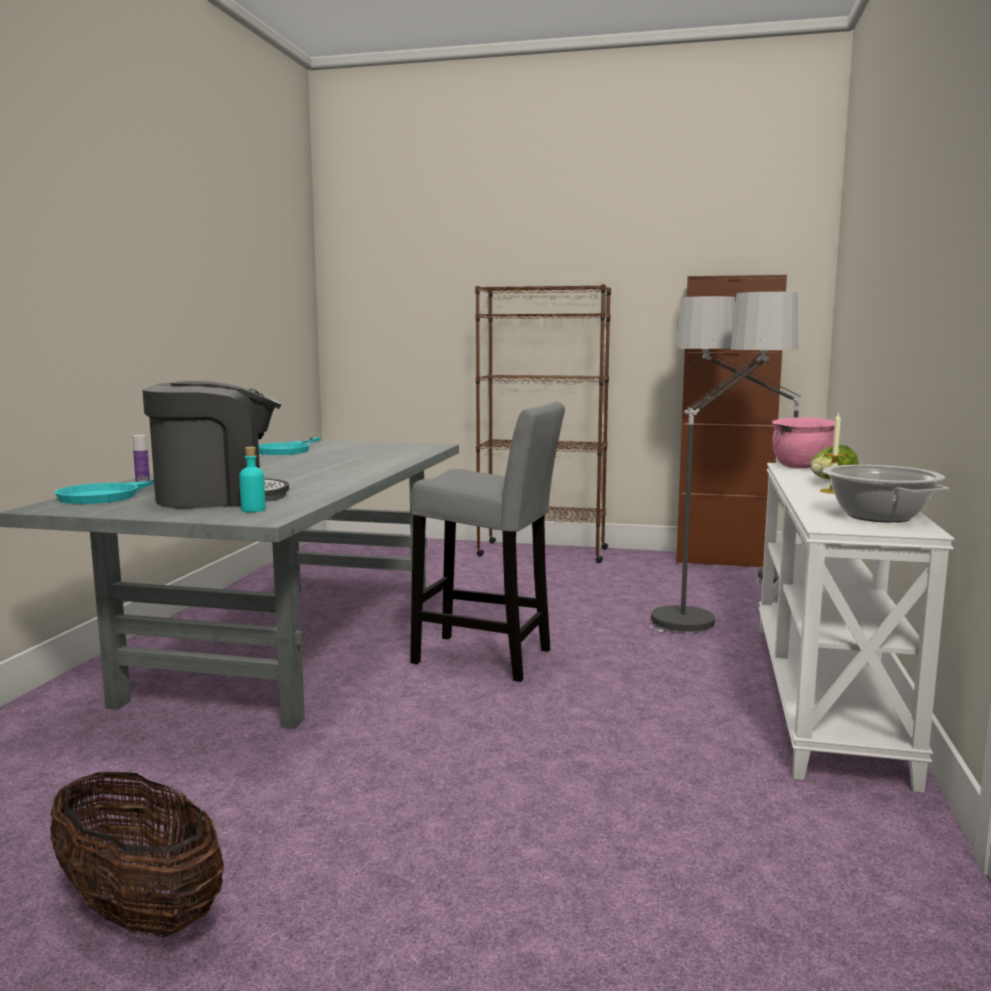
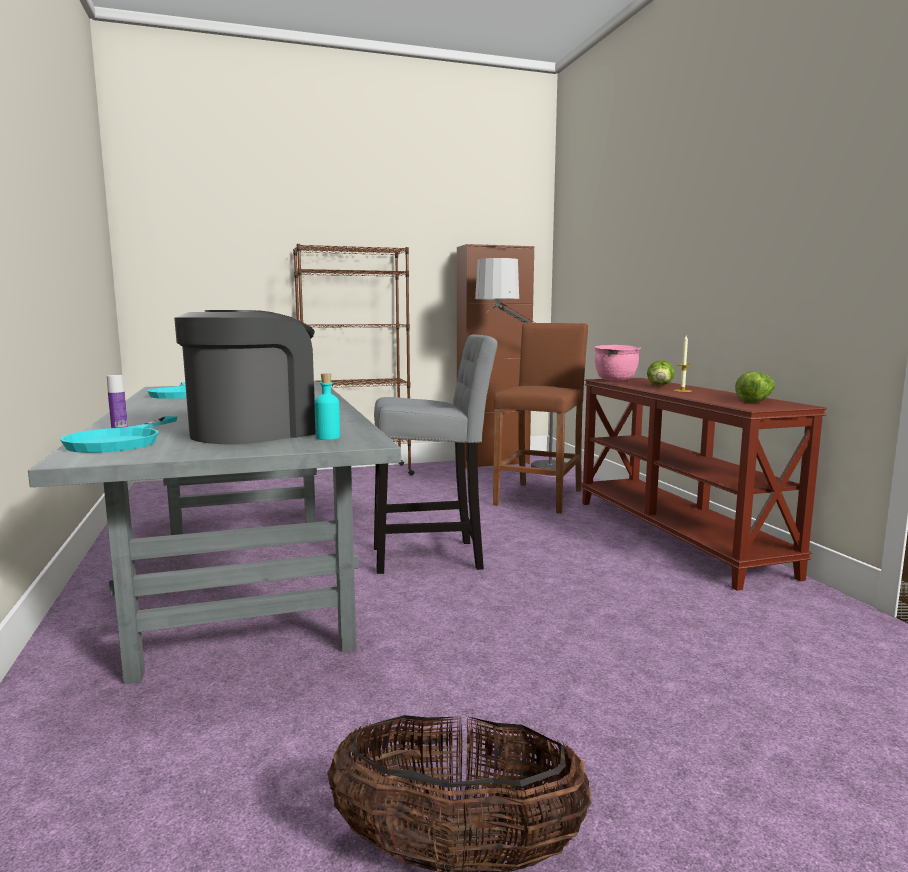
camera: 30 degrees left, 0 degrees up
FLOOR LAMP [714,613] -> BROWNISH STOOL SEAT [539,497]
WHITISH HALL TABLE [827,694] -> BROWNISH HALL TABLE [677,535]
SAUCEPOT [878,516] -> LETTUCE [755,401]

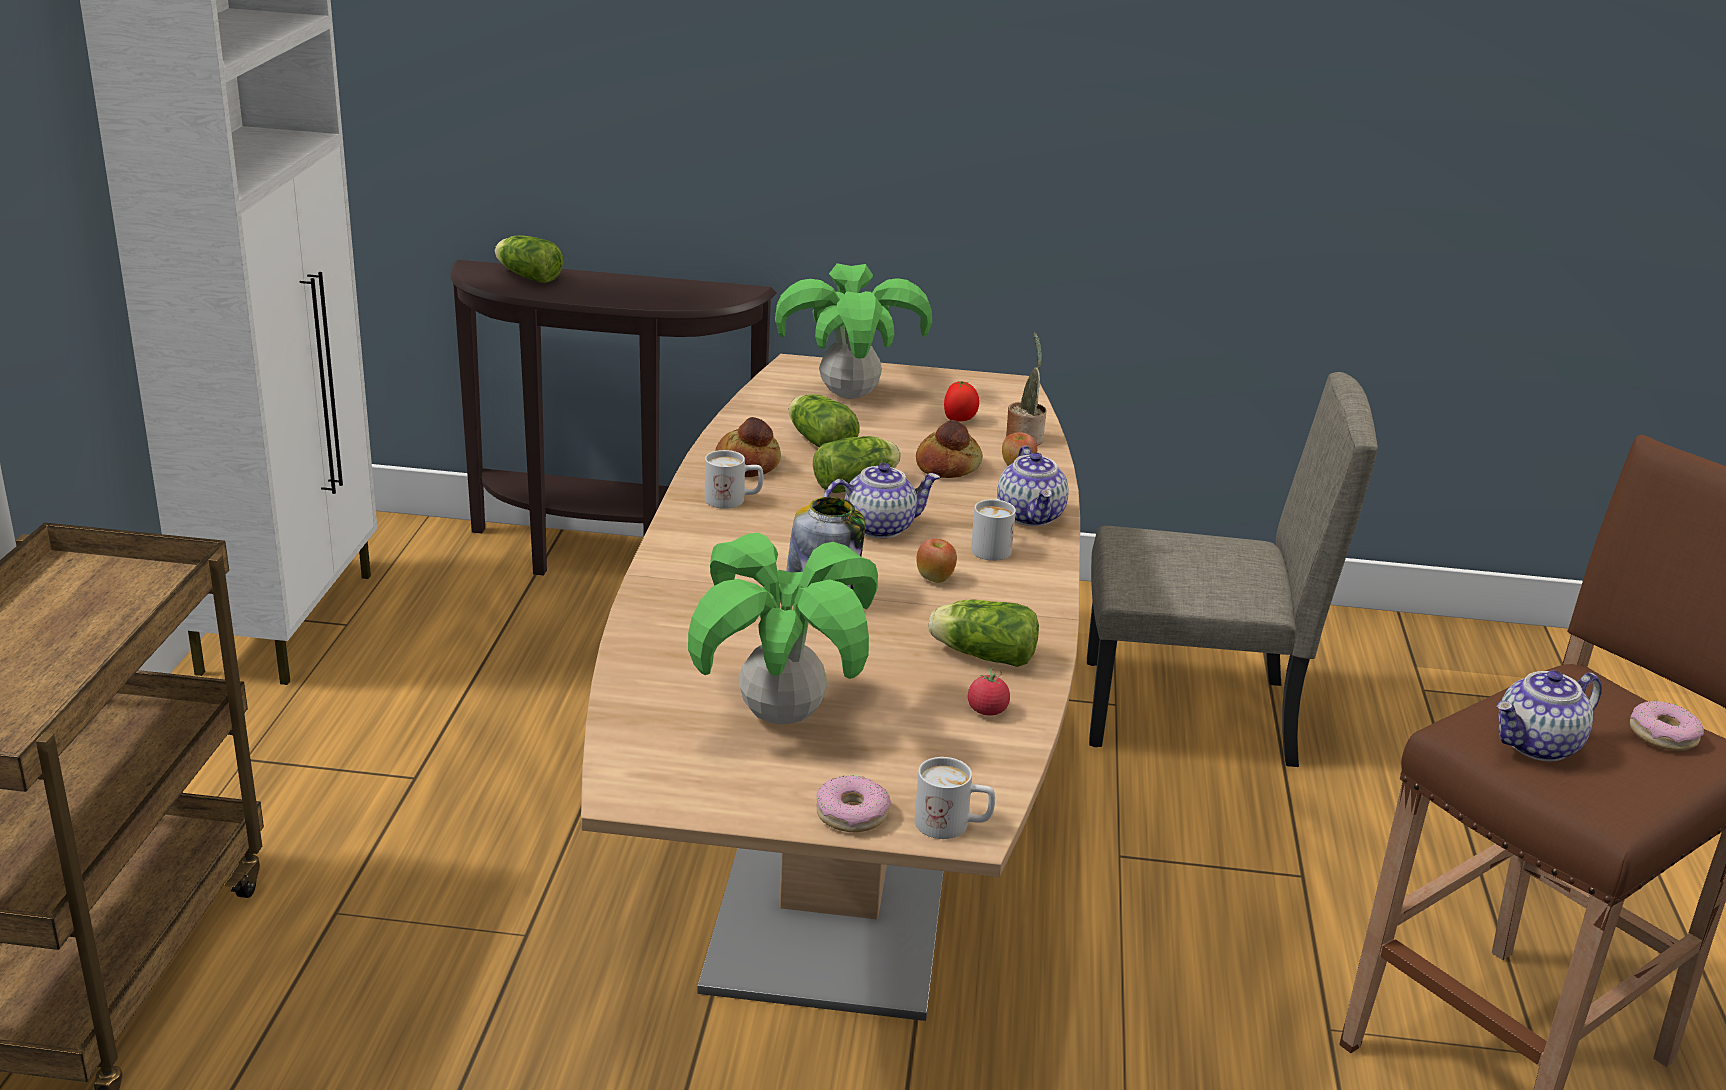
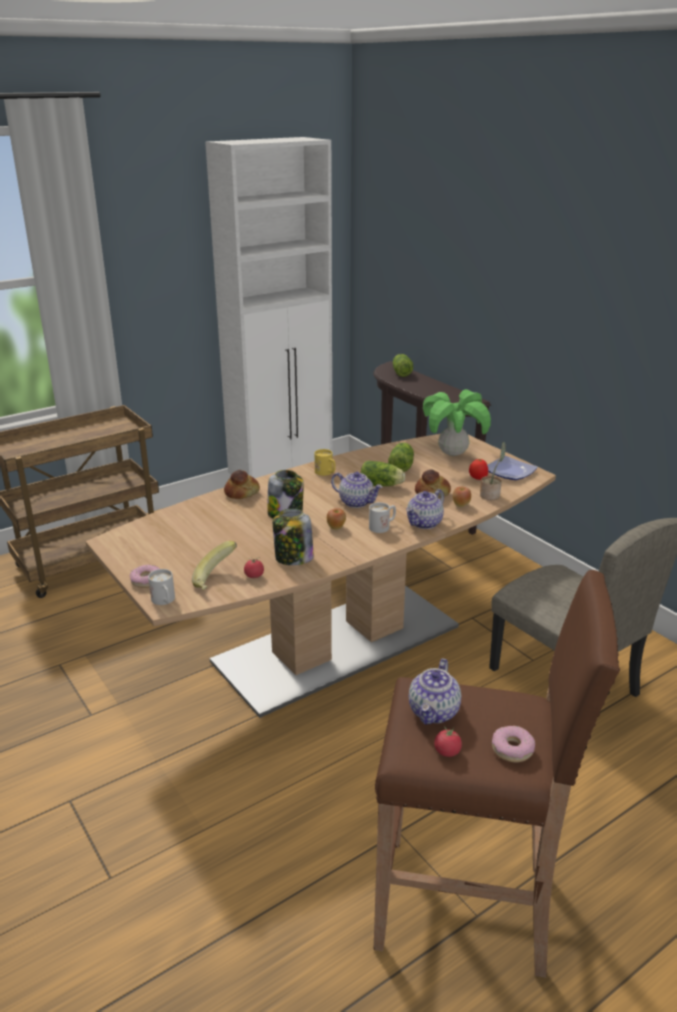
camera: 50 degrees right, 0 degrees up
none -> BANANA FRUIT [216,580]
BREAD [748,464] -> BREAD [242,493], shifted
LETTUCE [980,655] -> STORAGE JAR [293,558]
WHITISH TEA MUG [733,500] -> YELLOWISH TEA MUG [326,473]
TEA POT [1538,745] -> TEA POT [434,712], 90 degrees counterclockwise
none -> FRESH TOMATO [447,751]
none -> DINNER PLATE [511,471]
POTTED PLANT [780,715] -> none

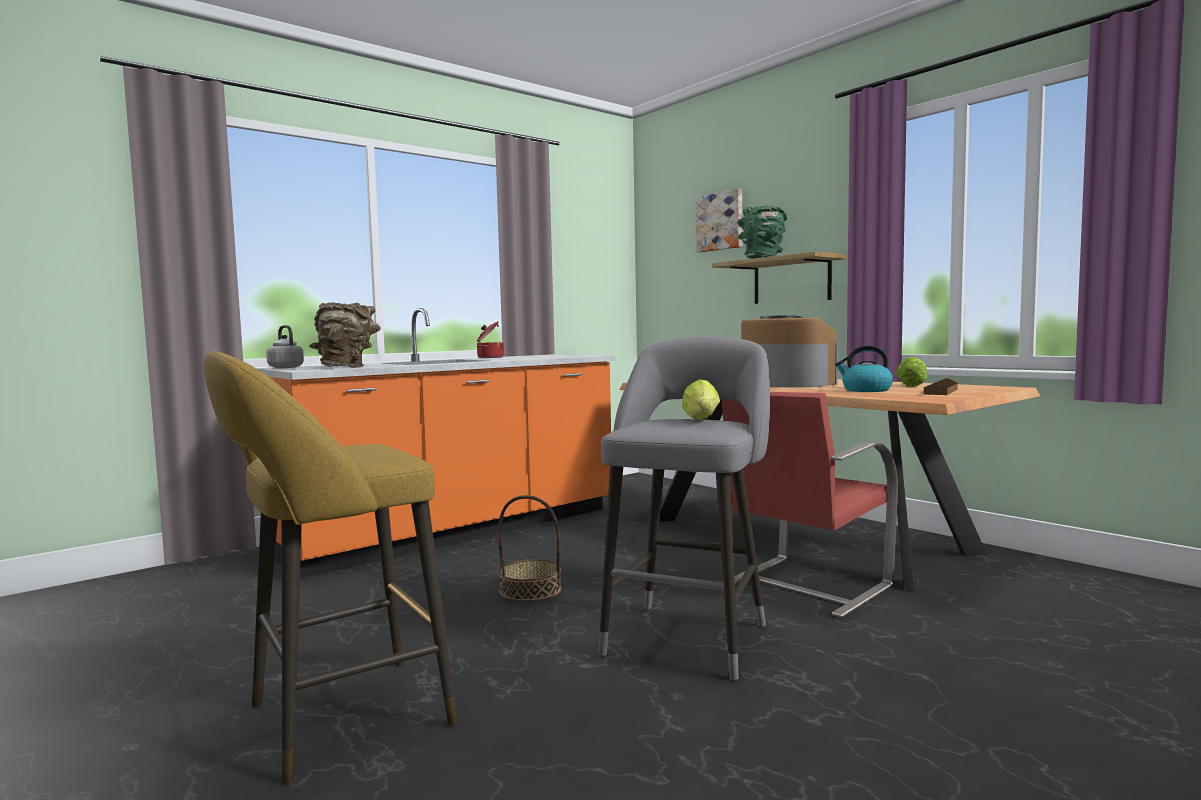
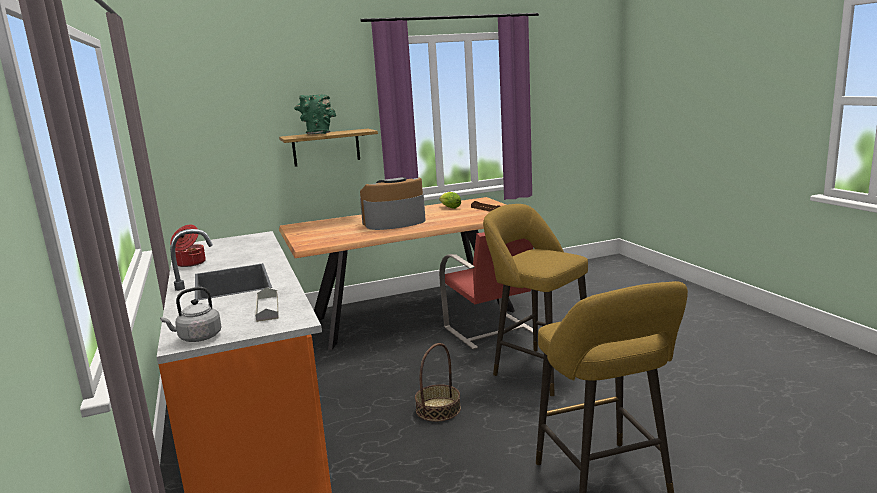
camera: 70 degrees left, 10 degrees up
BROWNISH DECORATIVE VASE [348,367] -> GREY TRAY [267,308]
GREY STOOL SEAT [689,634] -> YELLOWISH STOOL SEAT [538,369]
LETTUCE [702,420] -> none
PICTURE [720,222] -> none
TEA KETTLE [865,390] -> none

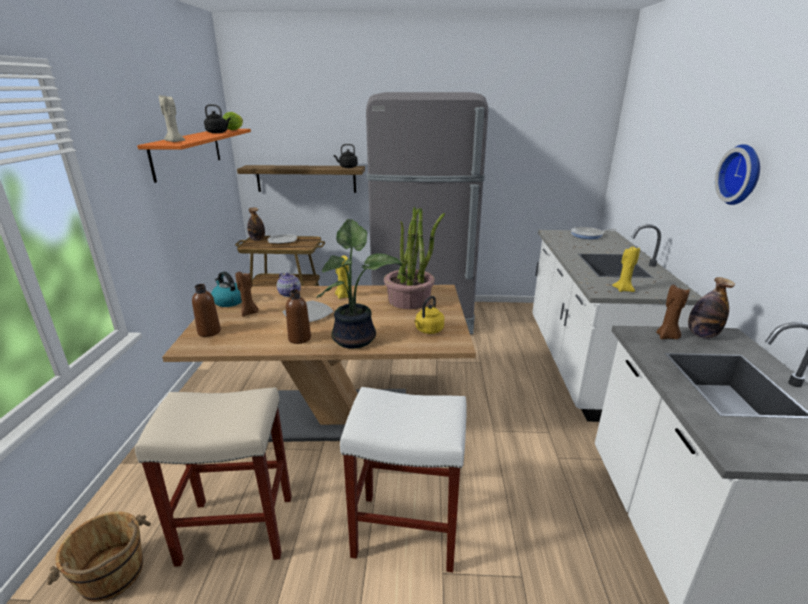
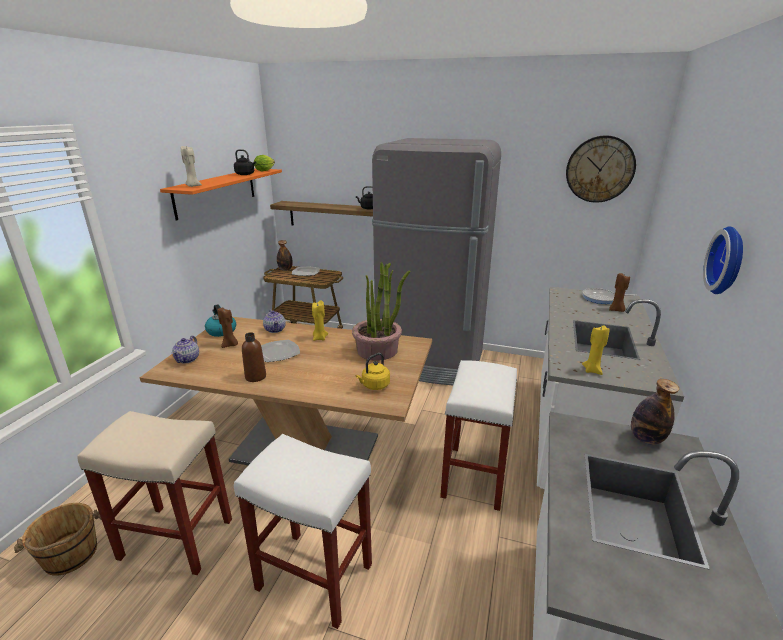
camera: 15 degrees right, 0 degrees up
BROWNISH BOTTLE [209,332] -> TEA POT [188,359]
none -> WHITISH STOOL SEAT [475,477]
none -> HANGING CLOCK [599,169]
BROWNISH WAX LIGHT [667,337] -> BROWNISH WAX LIGHT [616,310], shifted
POTTED PLANT [356,338] -> none

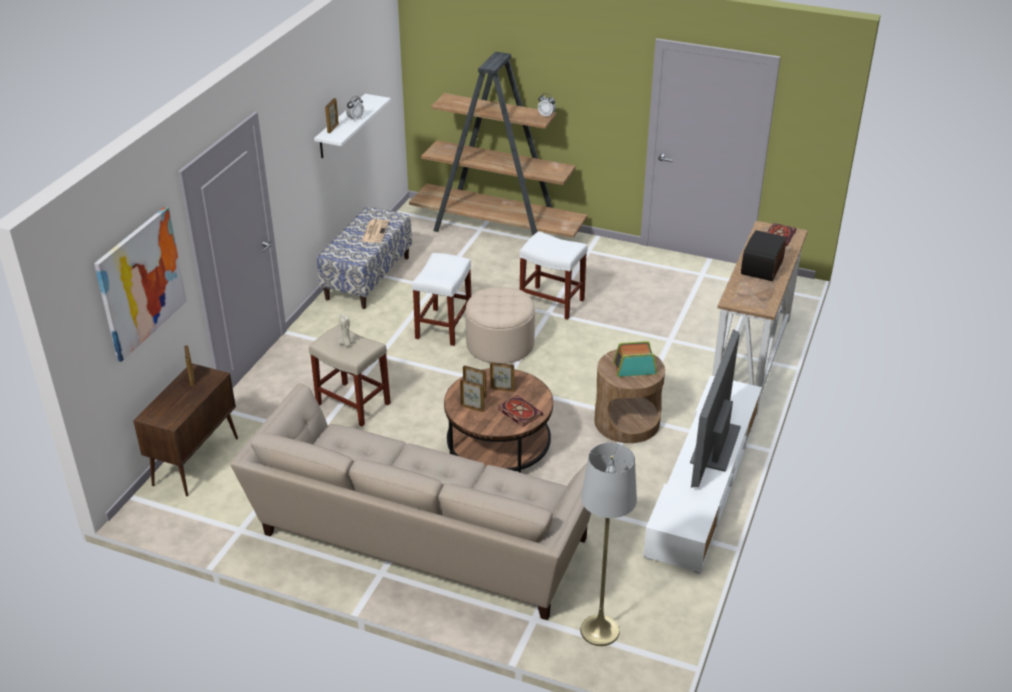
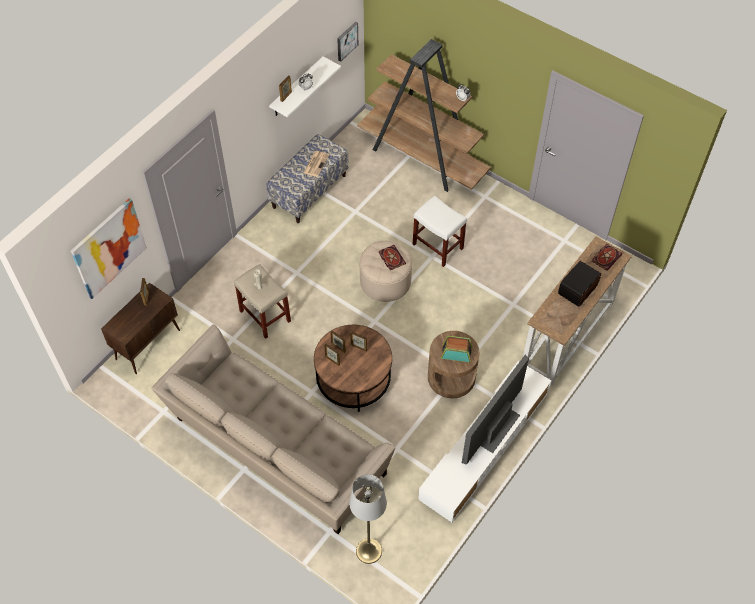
camera: 15 degrees right, 20 degrees up
none -> PICTURE [346,41]
BOUND BOOK [518,412] -> BOUND BOOK [391,258], shifted
WHITISH STOOL SEAT [443,327] -> none

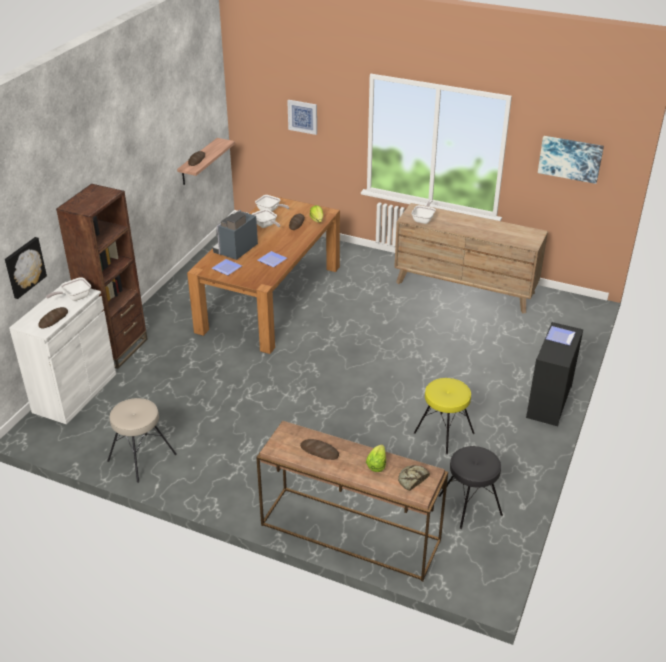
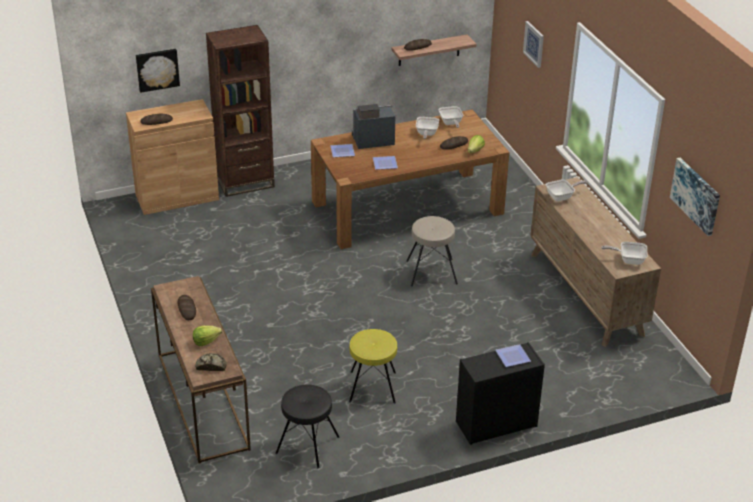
camera: 45 degrees right, 0 degrees up
WHITISH STORAGE CABINET [75,393] -> BROWNISH STORAGE CABINET [177,197]
SAND-COLOURED STOOL SEAT [141,457] -> SAND-COLOURED STOOL SEAT [431,271], shifted
SKILLET [74,297] -> SKILLET [628,260], shifted

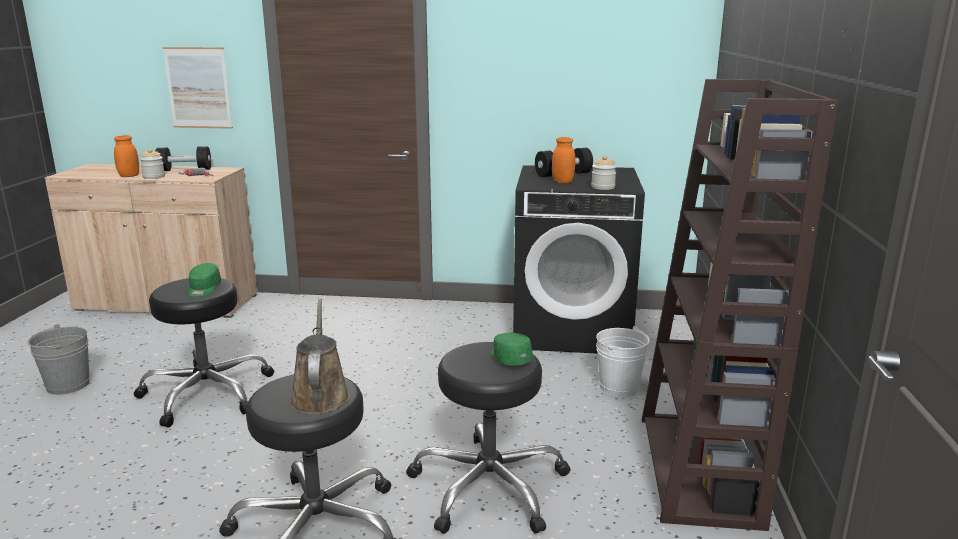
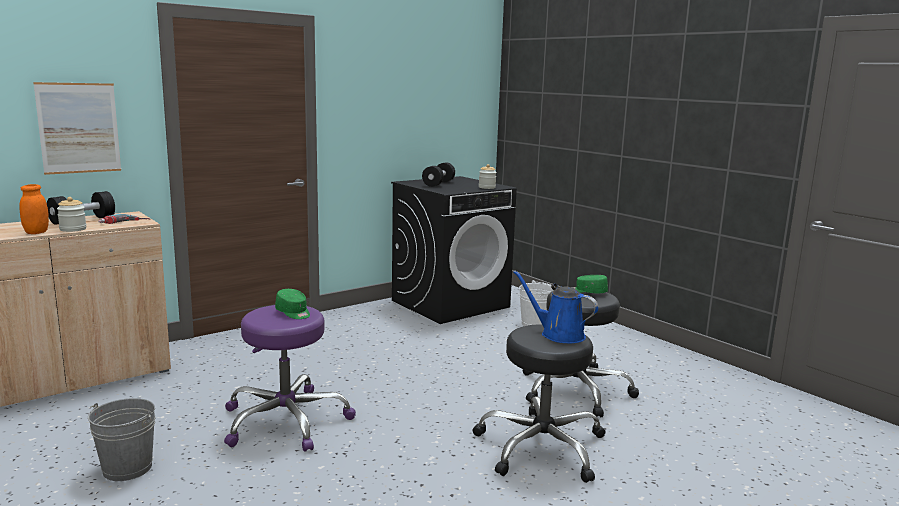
camera: 45 degrees left, 5 degrees down
BLACK STOOL SEAT [206,393] -> PURPLE STOOL SEAT [286,421]
BROWNISH WATERING POT [320,396] -> BLUISH WATERING POT [558,334]
ORANGE STORAGE JAR [562,182] -> none
BROWNISH BOOKSHELF [699,470] -> none

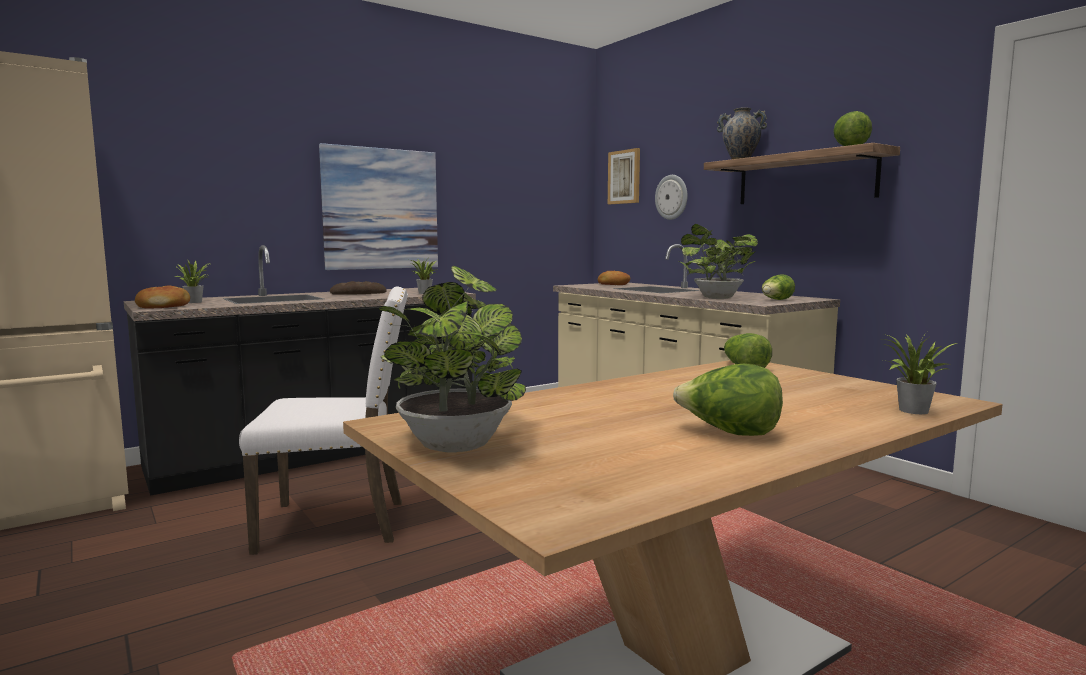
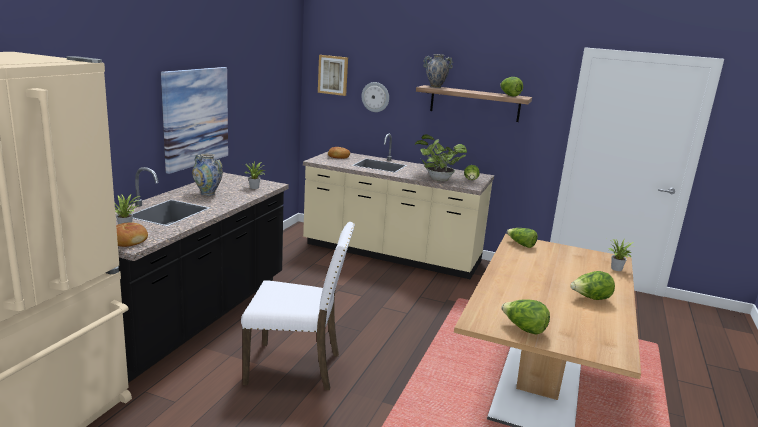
camera: 35 degrees left, 10 degrees up
BREAD [358,293] -> DECORATIVE VASE [208,193]
WHITISH UPRIGHT CHAIR [337,524] -> WHITISH UPRIGHT CHAIR [296,367], 45 degrees clockwise
POTTED PLANT [456,442] -> LETTUCE [524,329]

